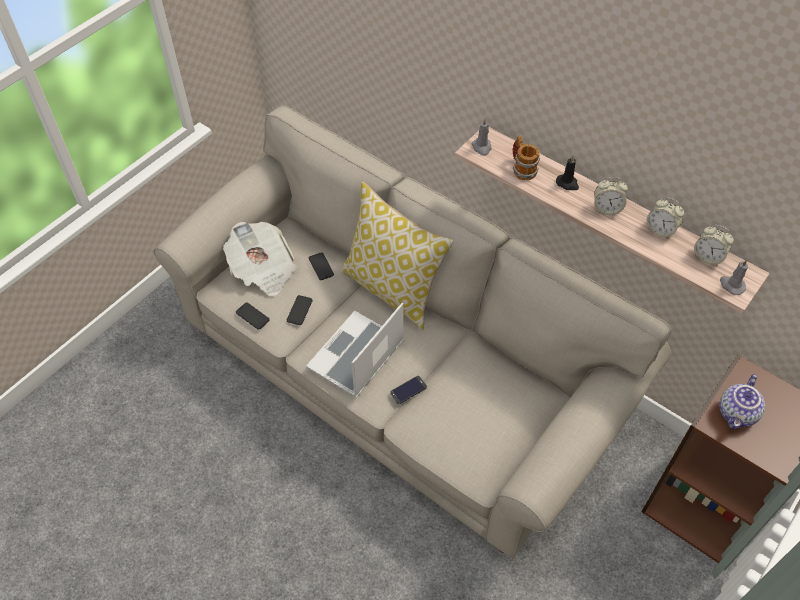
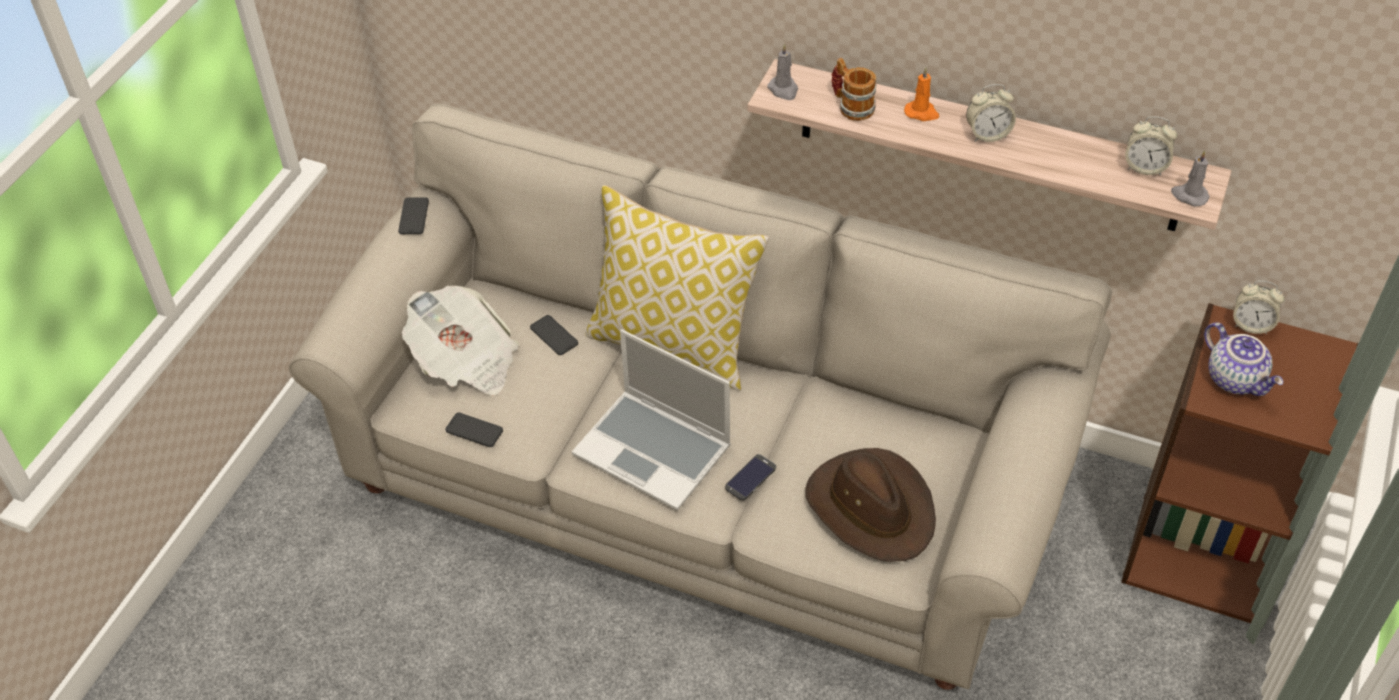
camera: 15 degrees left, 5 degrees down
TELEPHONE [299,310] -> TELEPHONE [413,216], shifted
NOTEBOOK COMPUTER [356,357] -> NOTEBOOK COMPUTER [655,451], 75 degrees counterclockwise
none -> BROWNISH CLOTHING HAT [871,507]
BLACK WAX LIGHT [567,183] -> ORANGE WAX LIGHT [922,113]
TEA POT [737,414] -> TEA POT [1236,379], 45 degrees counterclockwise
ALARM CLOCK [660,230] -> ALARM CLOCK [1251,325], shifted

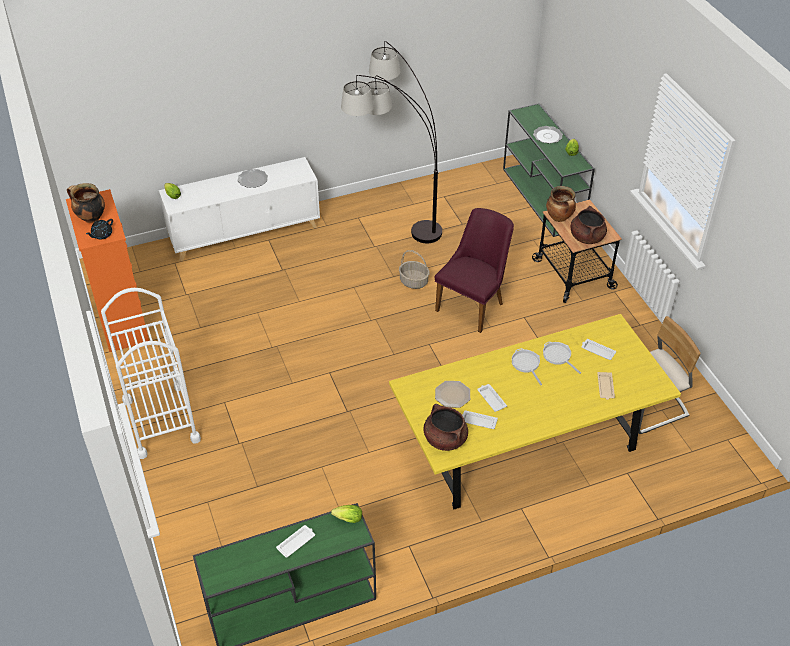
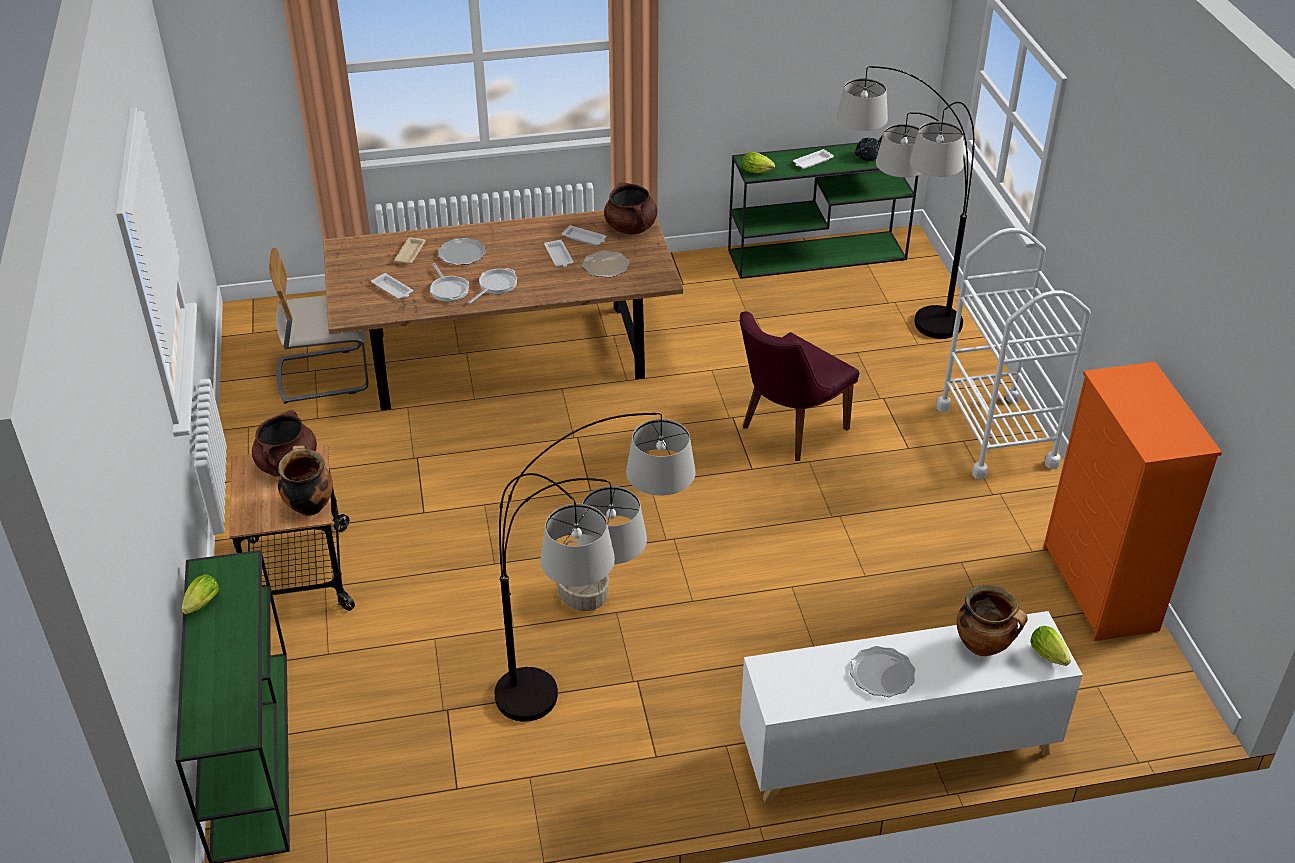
camera: 170 degrees left, 5 degrees down
YELLOWISH DINNER TABLE [526,443] -> BROWNISH DINNER TABLE [506,356]
DINNER PLATE [547,136] -> DINNER PLATE [462,254], shifted
SKILLET [526,364] -> SKILLET [496,285], 135 degrees counterclockwise
PURPLE UPRIGHT CHAIR [474,304] -> PURPLE UPRIGHT CHAIR [787,431], shifted
none -> FLOOR LAMP [894,345]
BLACK TEA POT [101,235] -> BLACK TEA POT [868,156], shifted
SAUCEPOT [90,218] -> SAUCEPOT [984,646], shifted

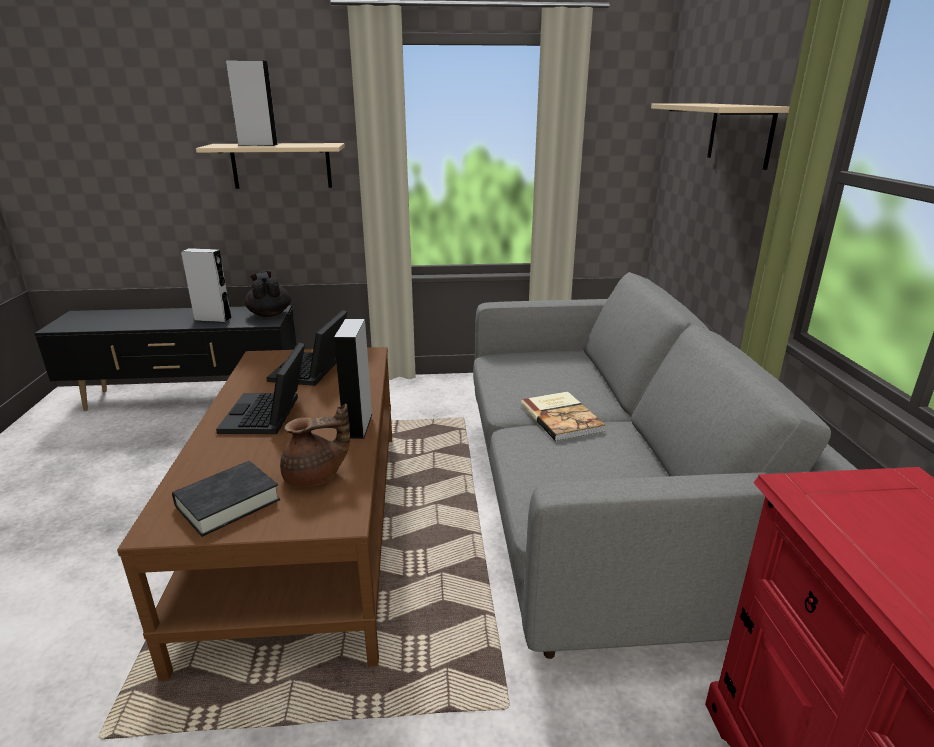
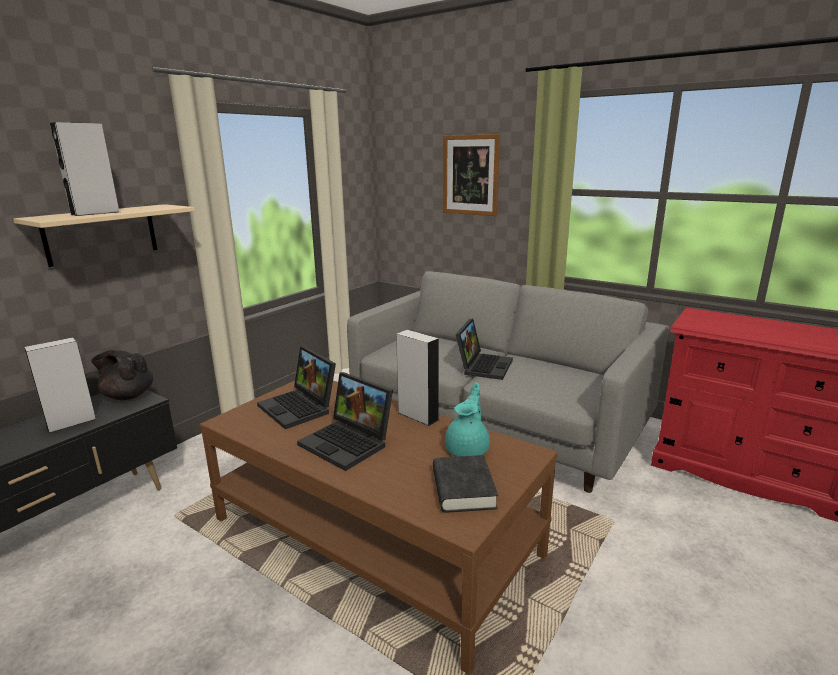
camera: 50 degrees left, 5 degrees down
SAND-COLOURED BRACKET SHELF [740,134] -> PICTURE [470,175]
BROWNISH TEA POT [315,477] -> TURQUOISE-COLOURED TEA POT [468,449]
BOUND BOOK [562,417] -> NOTEBOOK COMPUTER [483,366]

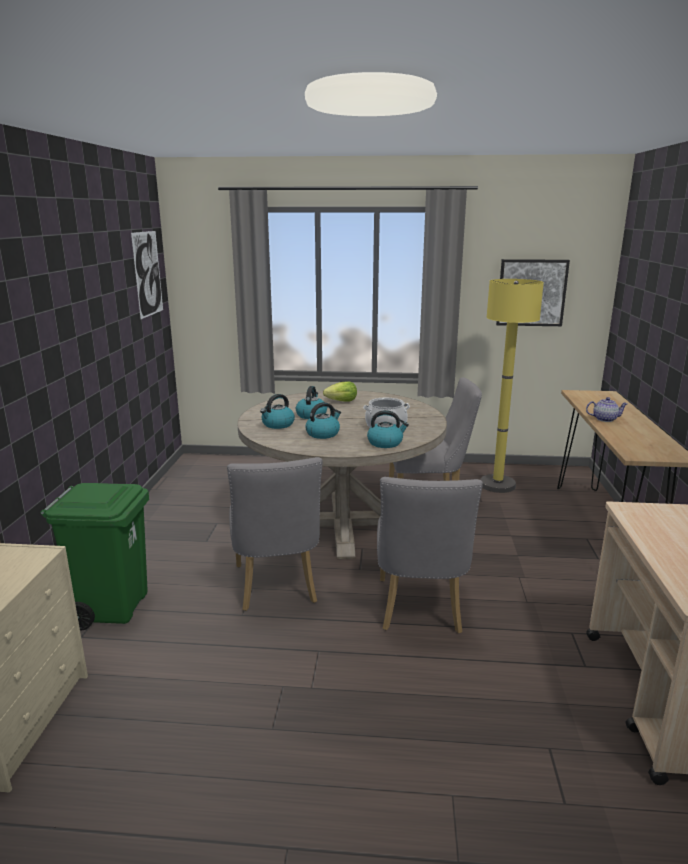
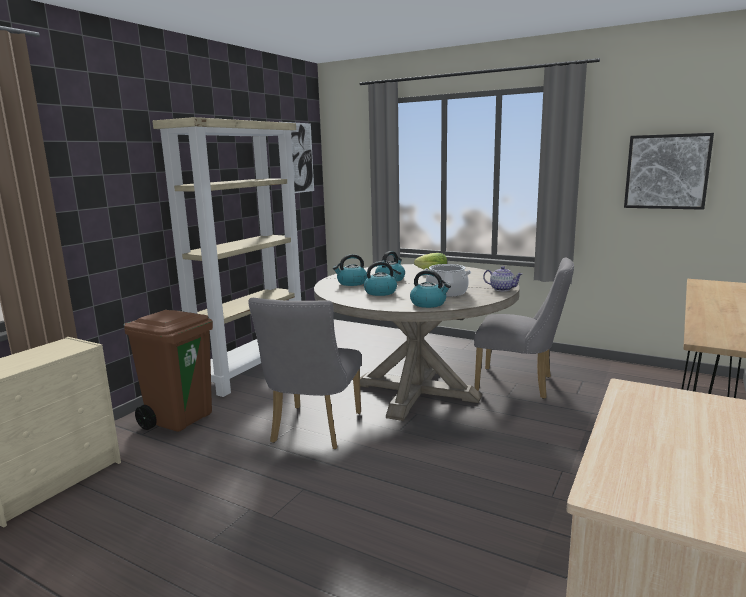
camera: 25 degrees right, 5 degrees down
GREEN-COLOURED WASTE BIN [112,608] -> BROWNISH WASTE BIN [180,419]
none -> SAND-COLOURED BOOKSHELF [252,369]
TEA POT [604,419] -> TEA POT [502,289], shifted
GREY UPRIGHT CHAIR [420,610] -> none
YELLOWISH FLOOR LAMP [497,485] -> none

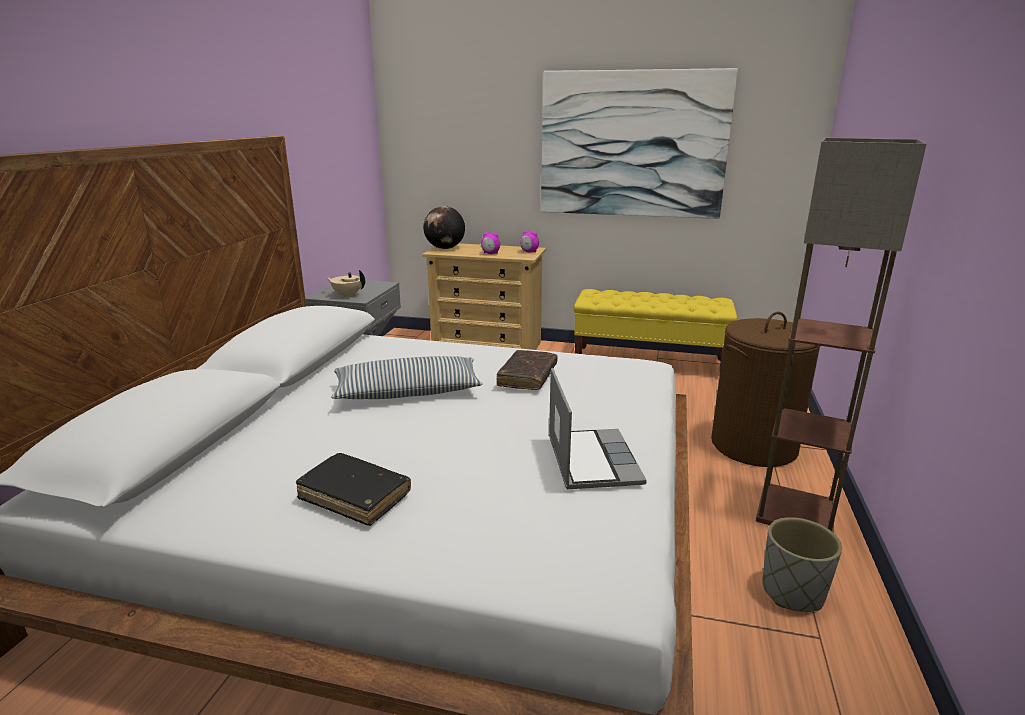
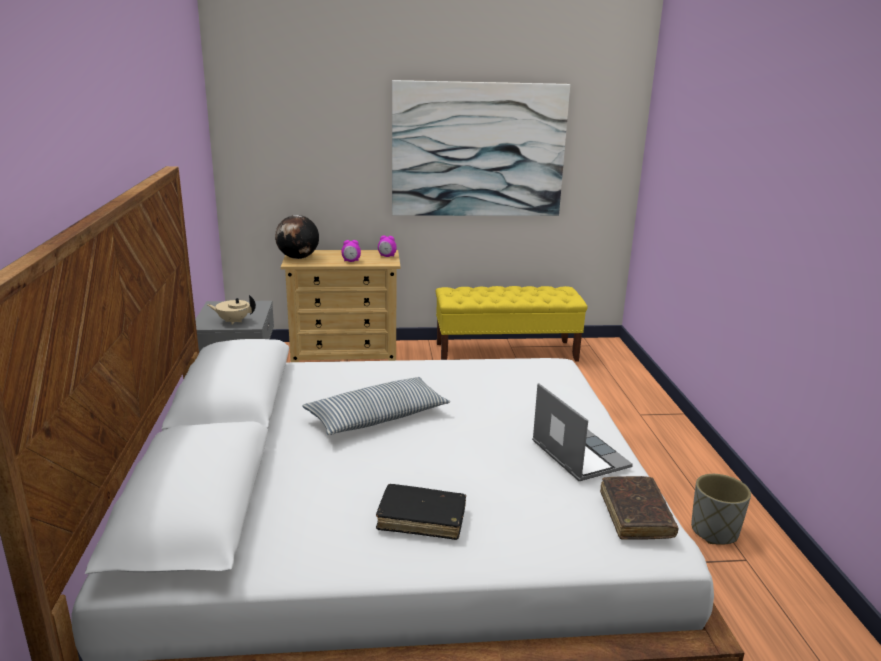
camera: 20 degrees left, 0 degrees up
BROWNISH BOUND BOOK [527,377] -> BROWNISH BOUND BOOK [636,515], shifted
BROWNISH HAMPER [754,446] -> none
FLOOR LAMP [797,513] -> none

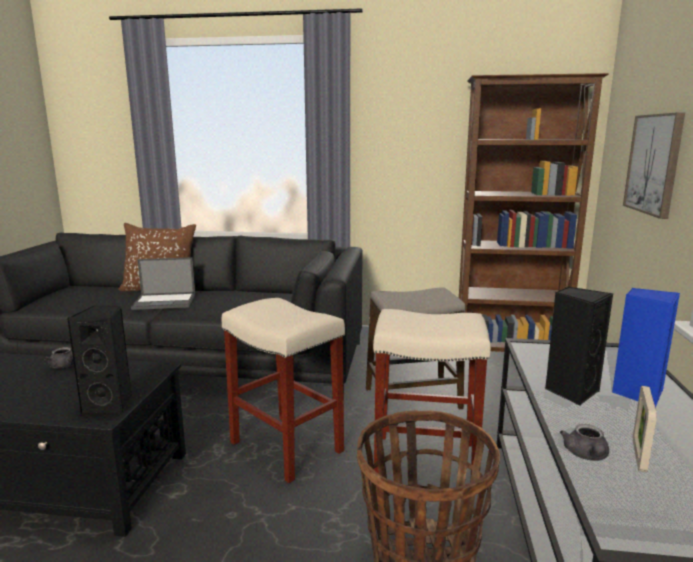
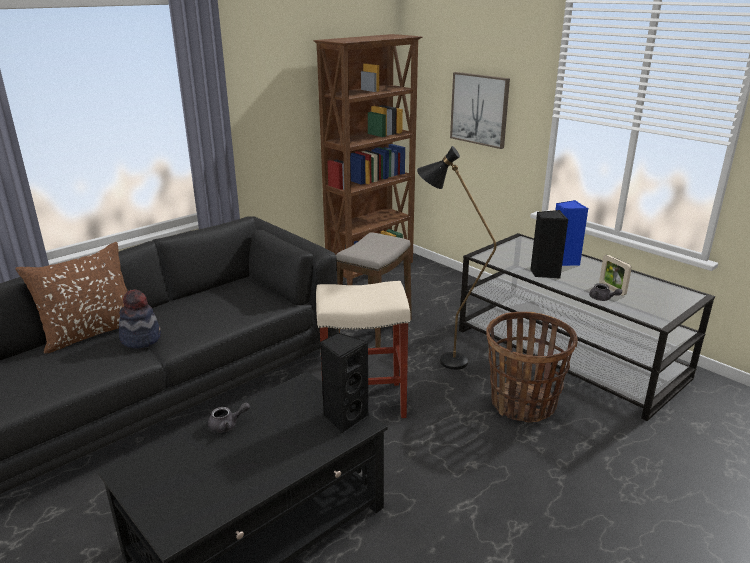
camera: 50 degrees left, 10 degrees up
NOTEBOOK COMPUTER [165,301] -> CLOTHING HAT [141,338]
SAND-COLOURED STOOL SEAT [423,459] -> BLACK FLOOR LAMP [443,360]

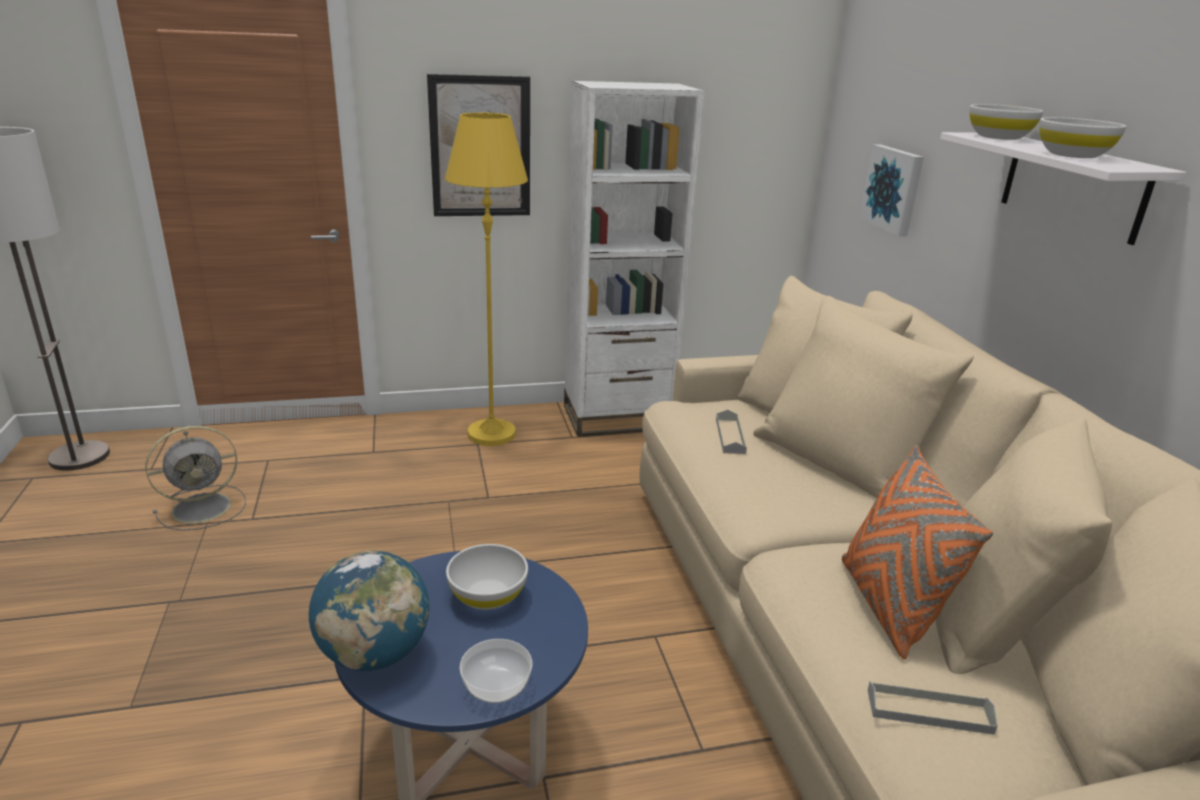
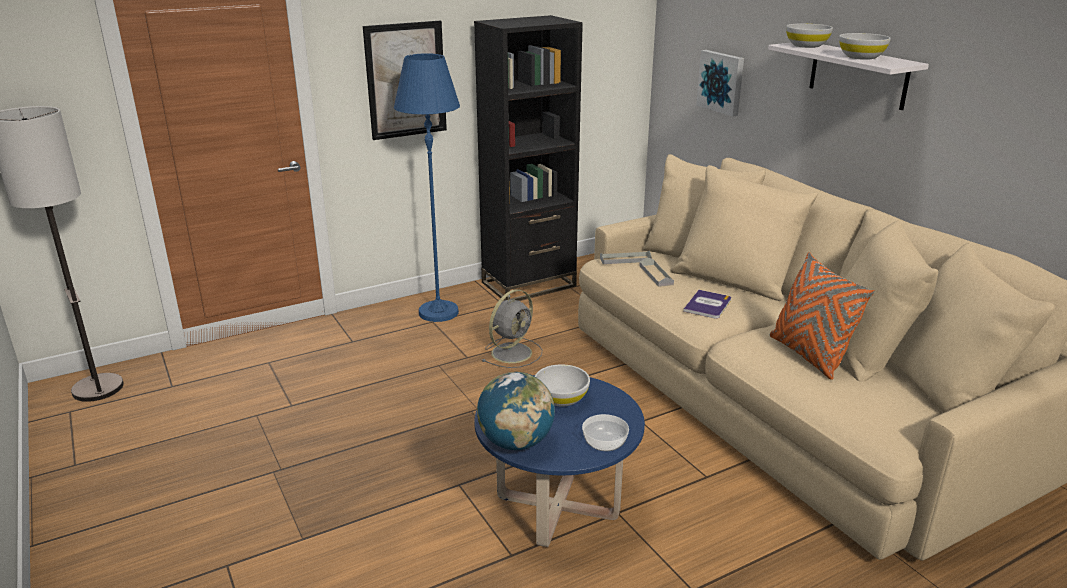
camera: 15 degrees left, 0 degrees up
YELLOWISH FLOOR LAMP [491,434] -> BLUISH FLOOR LAMP [438,312]
WHITISH BOOKSHELF [617,417] -> BLACK BOOKSHELF [529,284]
GREY ELECTRIC FAN [204,507] -> GREY ELECTRIC FAN [513,352], shifted
GREY TRAY [929,711] -> GREY TRAY [625,260], shifted
none -> BOUND BOOK [707,305]

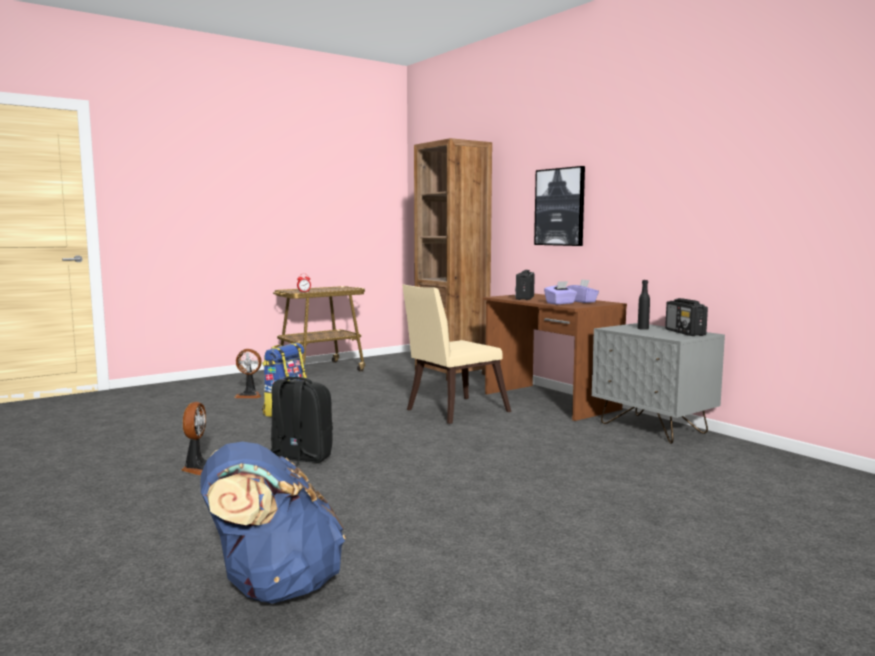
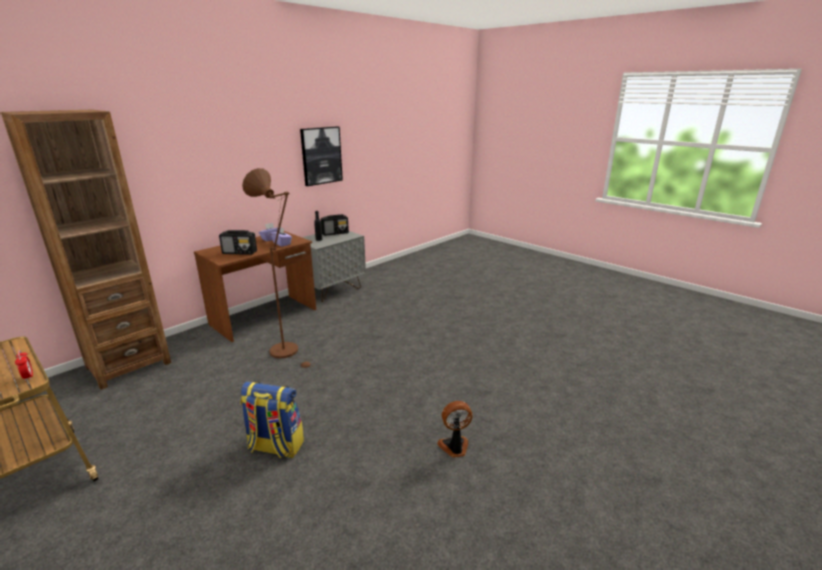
camera: 100 degrees left, 15 degrees up
SAND-COLOURED UPRIGHT CHAIR [452,411] -> BROWNISH FLOOR LAMP [288,352]
PICTURE [560,207] -> PICTURE [321,155], shifted
BLUISH BACKPACK [273,587] -> none
ELECTRIC FAN [249,395] -> none
BLACK BACKPACK [300,458] -> none

